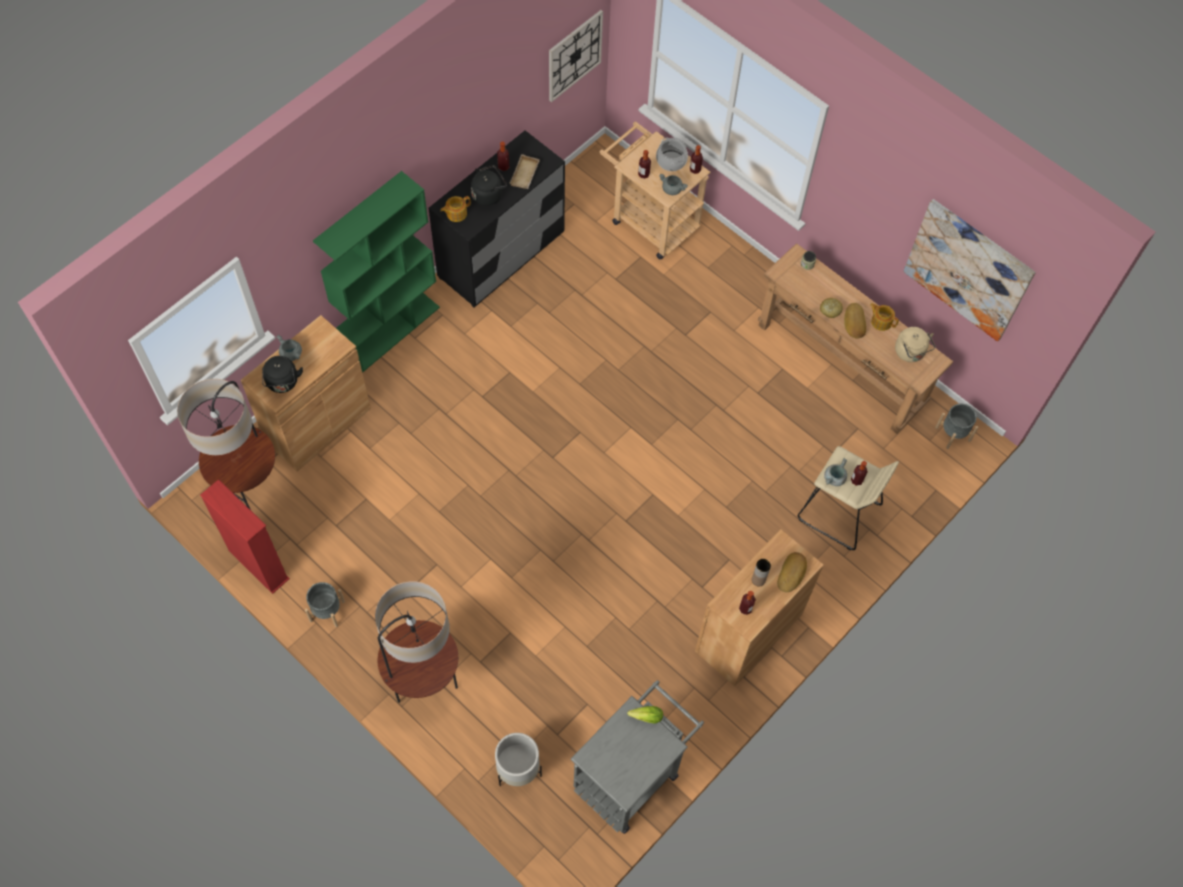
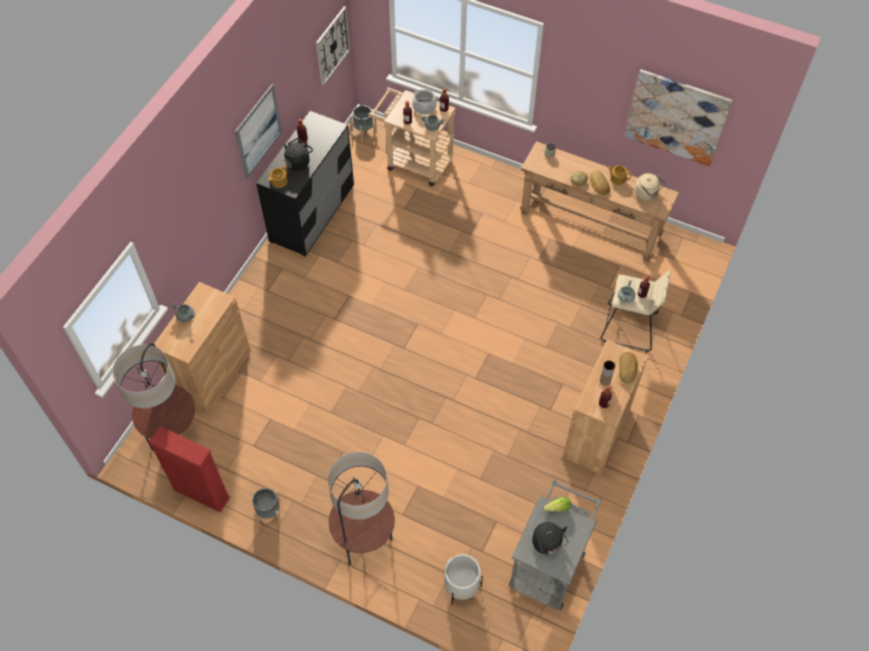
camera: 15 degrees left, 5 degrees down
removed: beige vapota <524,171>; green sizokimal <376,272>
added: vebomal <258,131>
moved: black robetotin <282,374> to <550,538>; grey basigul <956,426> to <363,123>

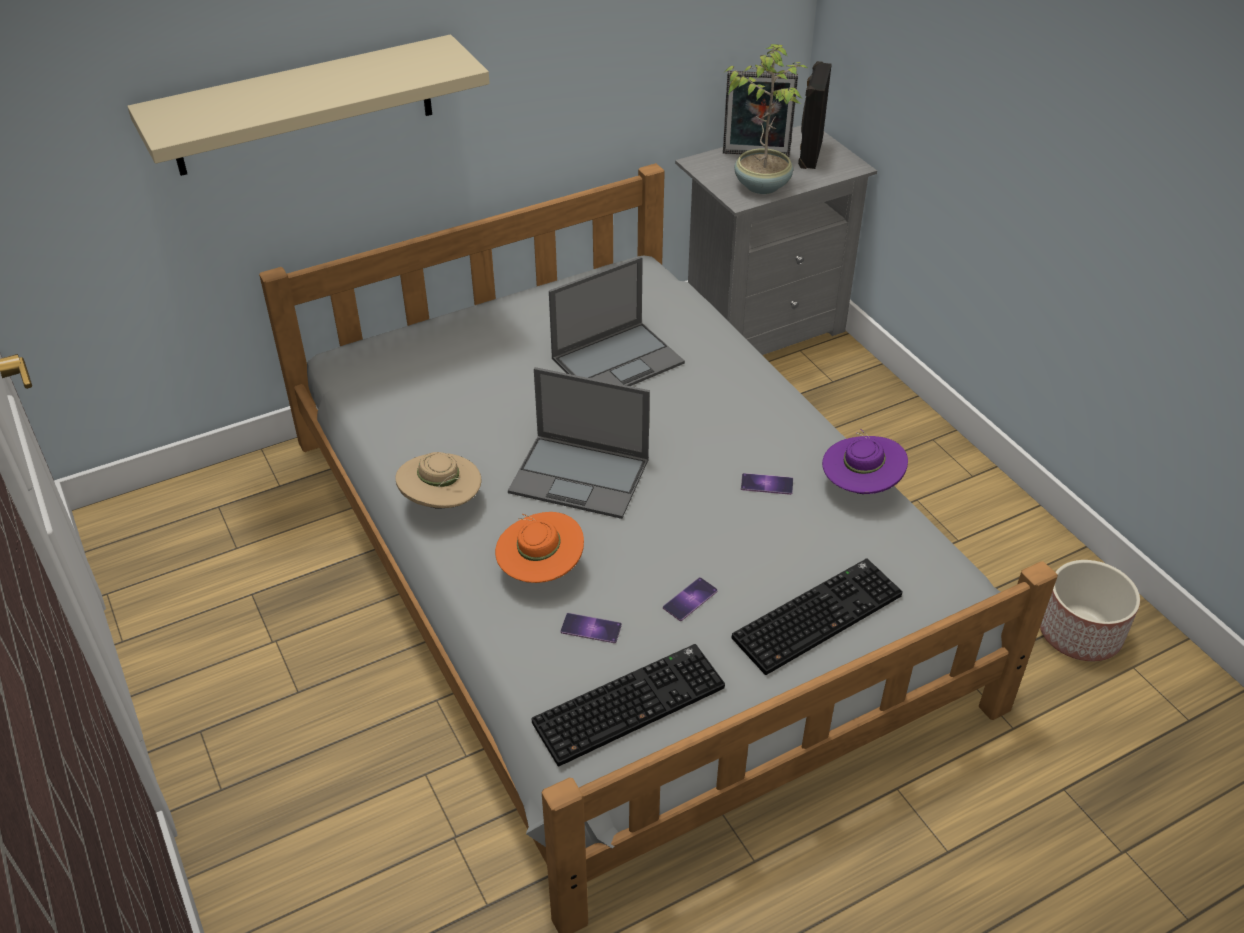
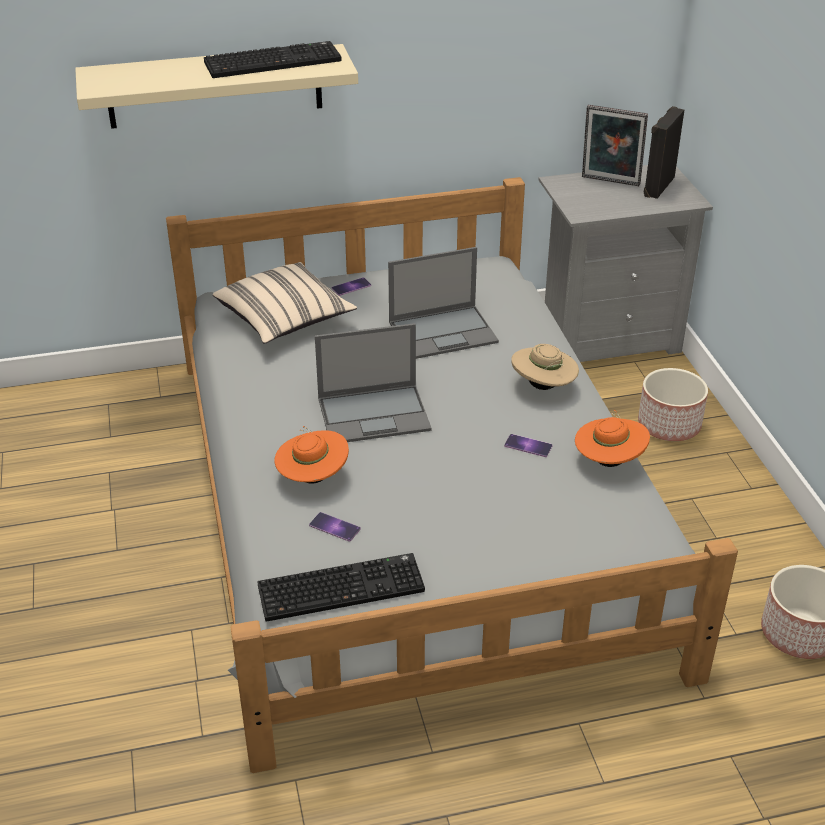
camera: 15 degrees right, 5 degrees down
removed: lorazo <766,119>
added: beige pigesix <285,302>; basigul <673,404>
moved: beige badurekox <438,480> to <545,367>; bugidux <817,616> to <272,59>; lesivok <690,599> to <351,286>
recoloured: purple badurekox <865,461> to orange badurekox <612,438>
turned: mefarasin <579,443> = <373,382> 45 degrees counterclockwise

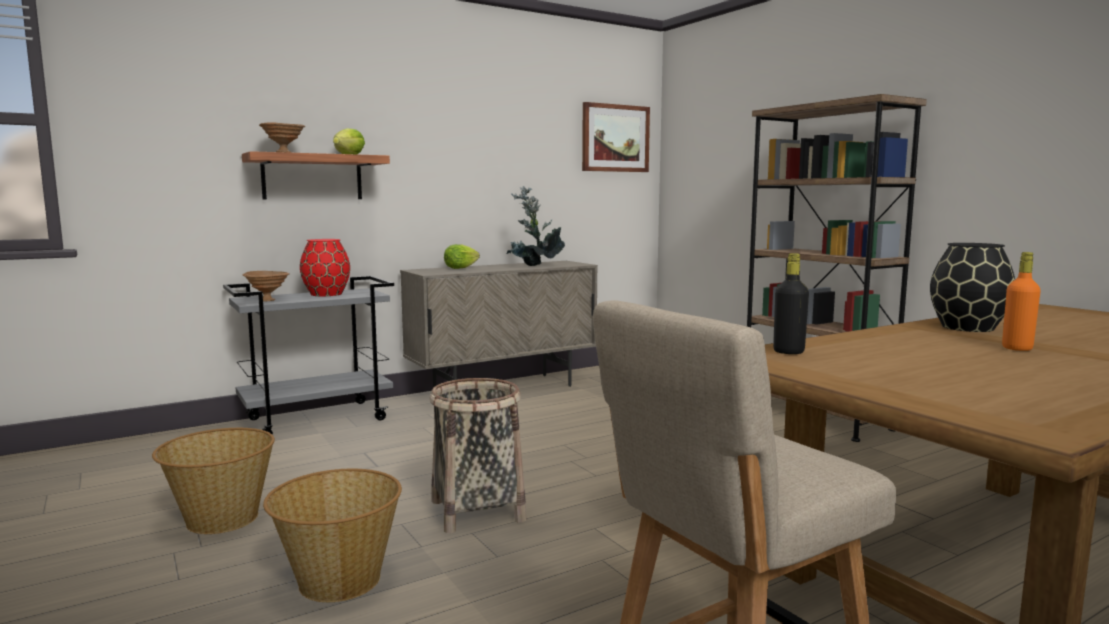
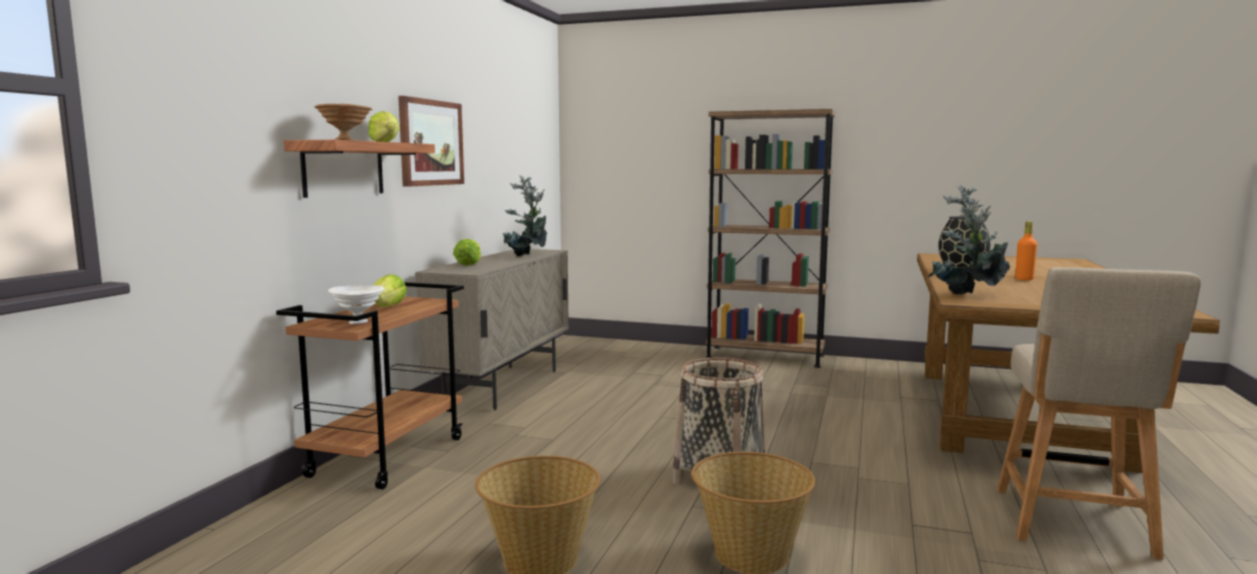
camera: 40 degrees left, 0 degrees up
moved: vebomal <616,137> to <431,141>
replaced: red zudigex <325,267> to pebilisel <390,290>; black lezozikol <791,303> to lorazo <968,239>
recoloured: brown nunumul <266,286> to white nunumul <356,304>; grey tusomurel <308,355> to brown tusomurel <370,385>

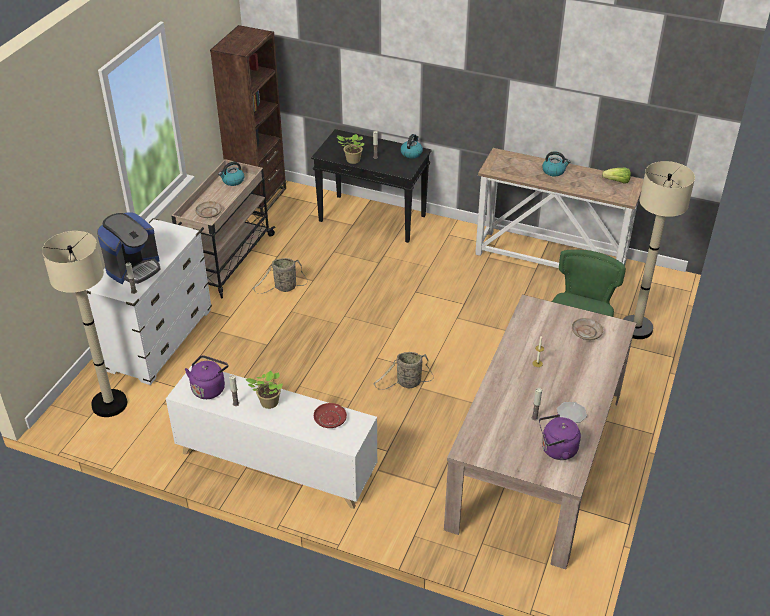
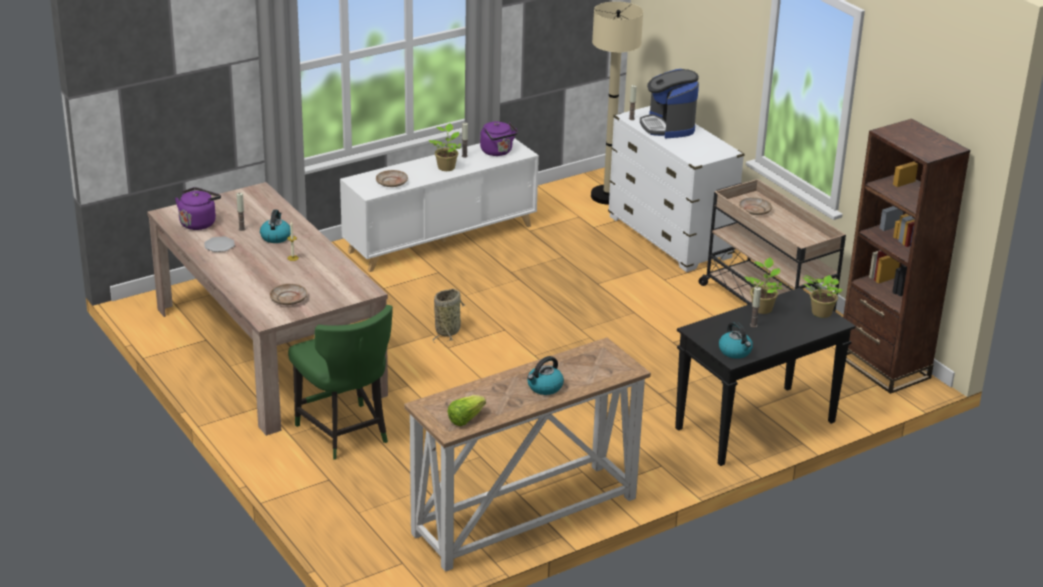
camera: 125 degrees right, 10 degrees down
removed: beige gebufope <659,250>; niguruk <280,276>
added: lorazo <823,296>
moved: robetotin <231,174> to <275,226>
recoloured: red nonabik <330,415> to beige nonabik <392,178>

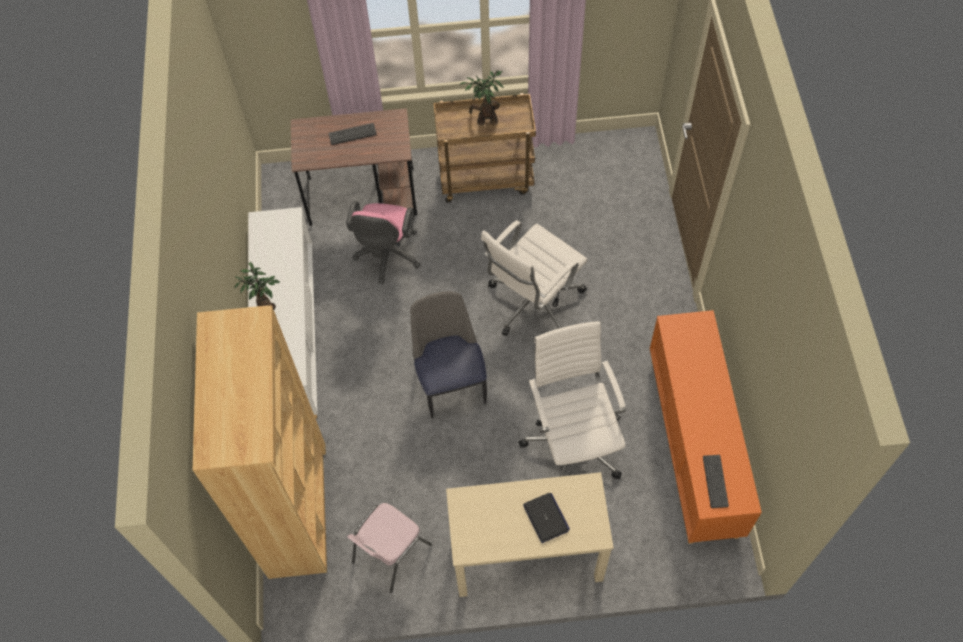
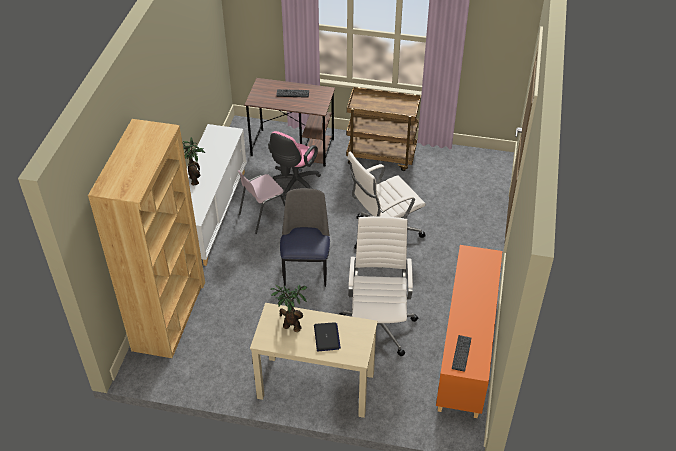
camera: 15 degrees right, 15 degrees down
moved: lorazo <481,98> to <289,308>; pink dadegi <389,548> to <261,202>

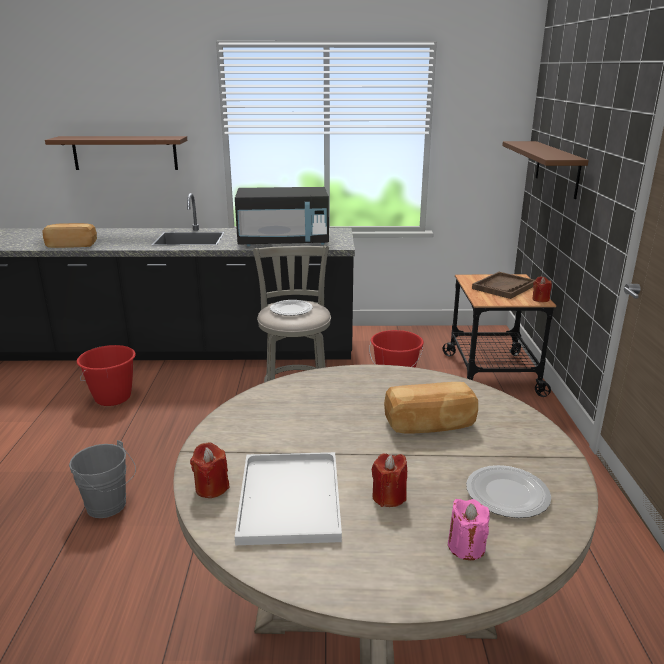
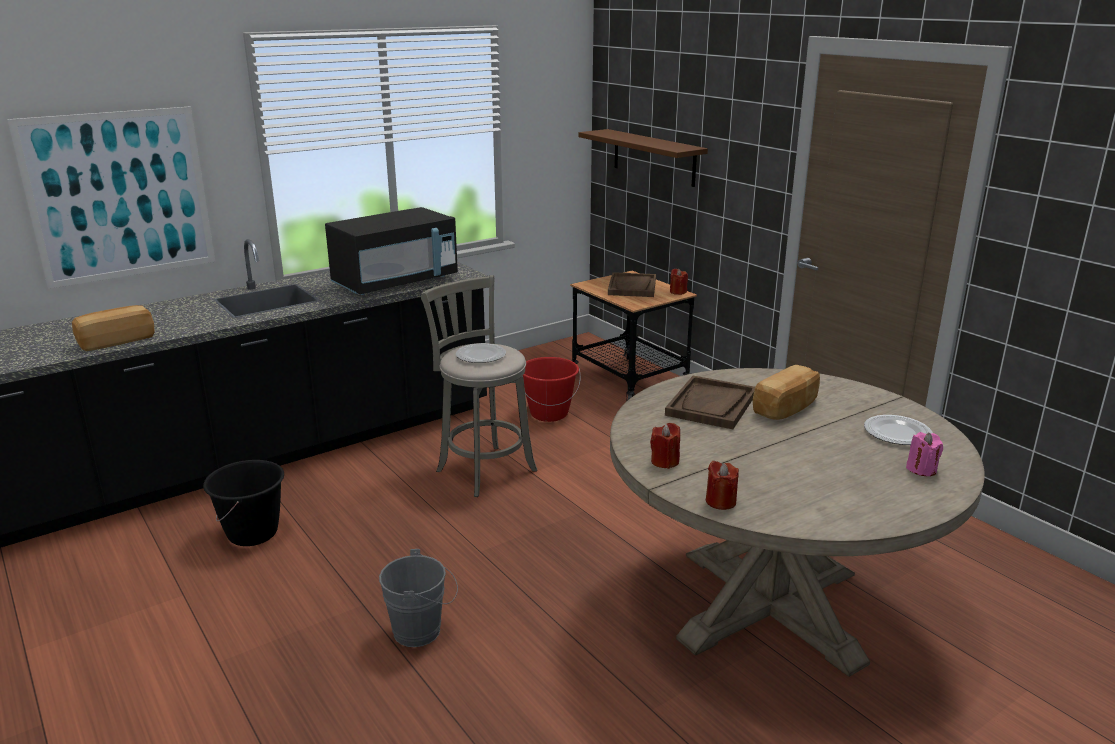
camera: 35 degrees left, 0 degrees up
removed: white vapota <288,498>
added: brown vapota <710,402>
moved: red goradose <389,480> to <665,446>
replaced: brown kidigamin <116,153> to vebomal <111,198>
recoloured: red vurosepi <106,375> to black vurosepi <243,503>

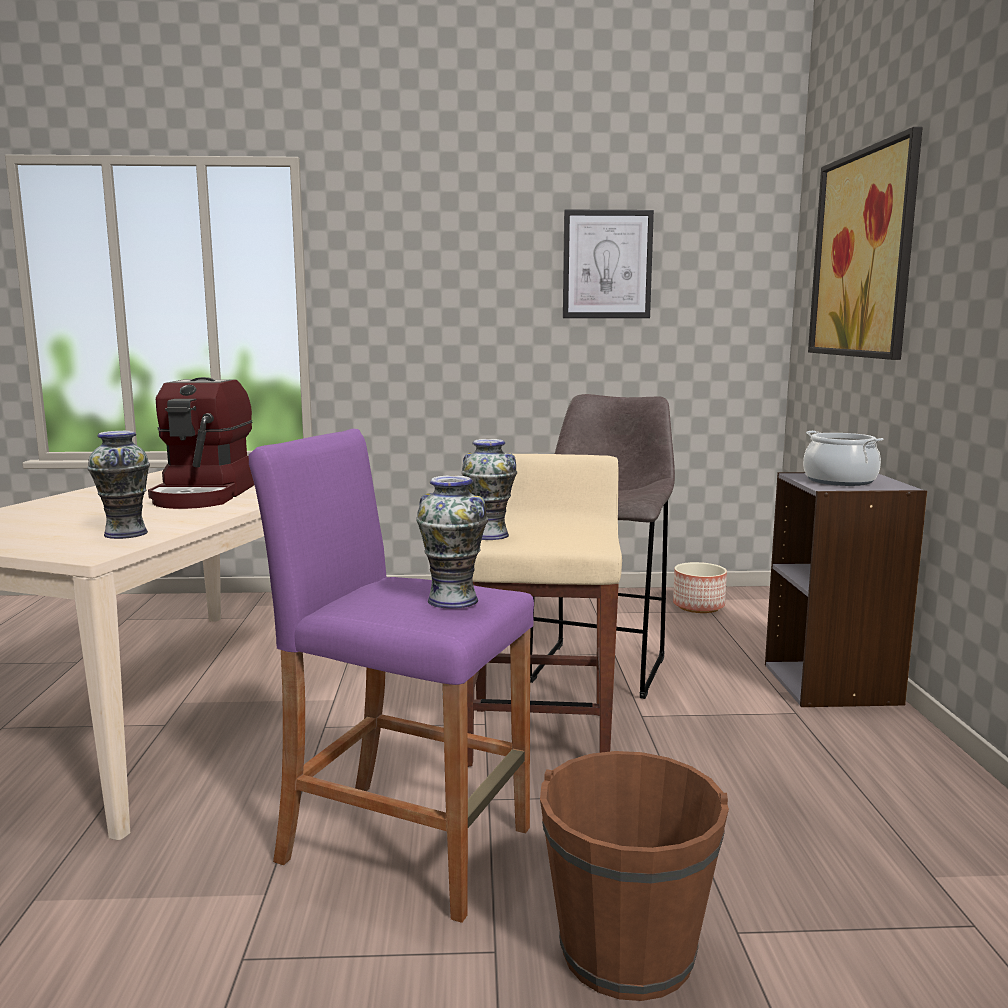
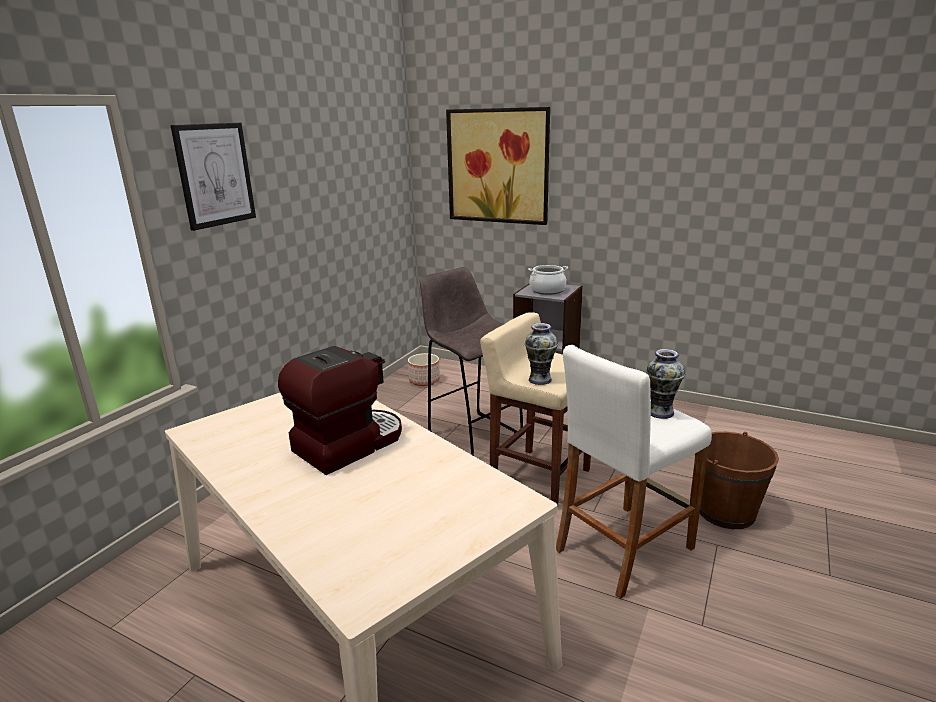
camera: 60 degrees left, 10 degrees up
removed: zudigex <118,485>
moved: vebomal <608,263> to <213,177>
recoloured: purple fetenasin <391,676> to white fetenasin <634,472>
turned: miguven <201,443> = <340,410> 75 degrees counterclockwise

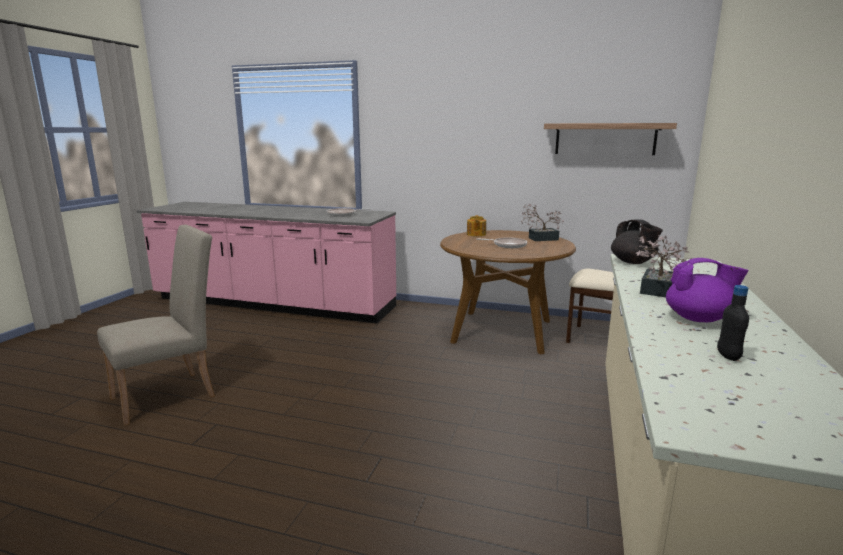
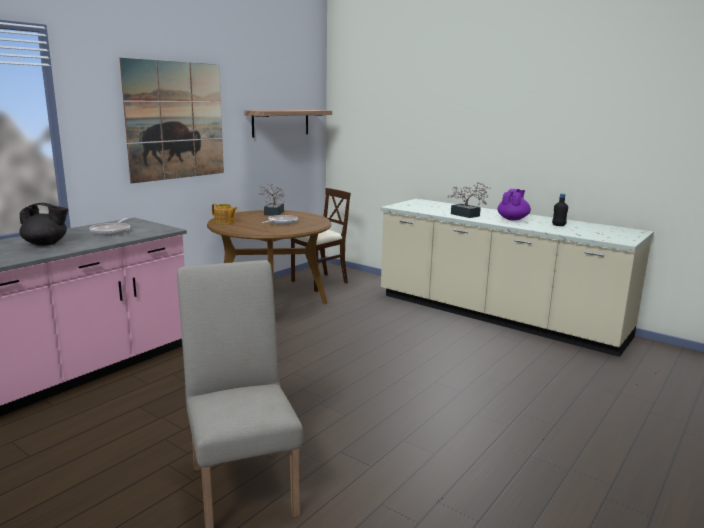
camera: 70 degrees left, 0 degrees up
added: vebomal <171,121>
moved: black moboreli <637,241> to <44,224>

